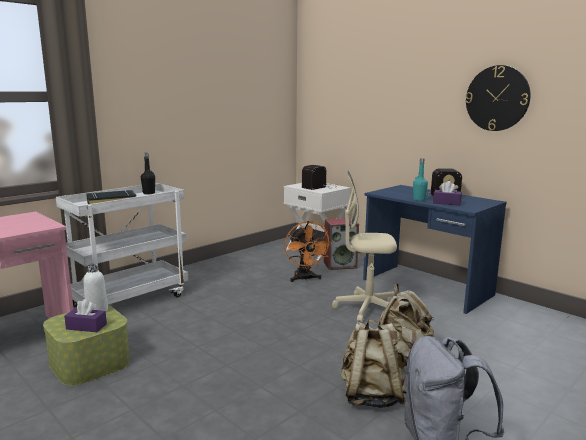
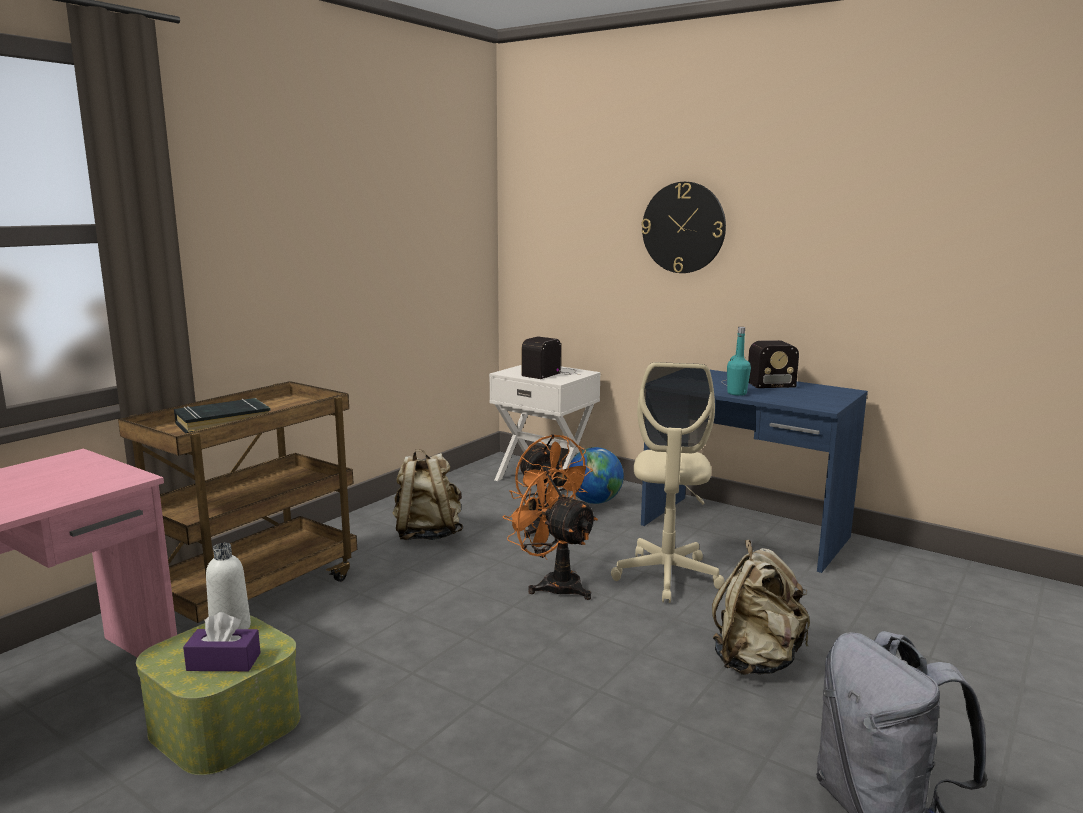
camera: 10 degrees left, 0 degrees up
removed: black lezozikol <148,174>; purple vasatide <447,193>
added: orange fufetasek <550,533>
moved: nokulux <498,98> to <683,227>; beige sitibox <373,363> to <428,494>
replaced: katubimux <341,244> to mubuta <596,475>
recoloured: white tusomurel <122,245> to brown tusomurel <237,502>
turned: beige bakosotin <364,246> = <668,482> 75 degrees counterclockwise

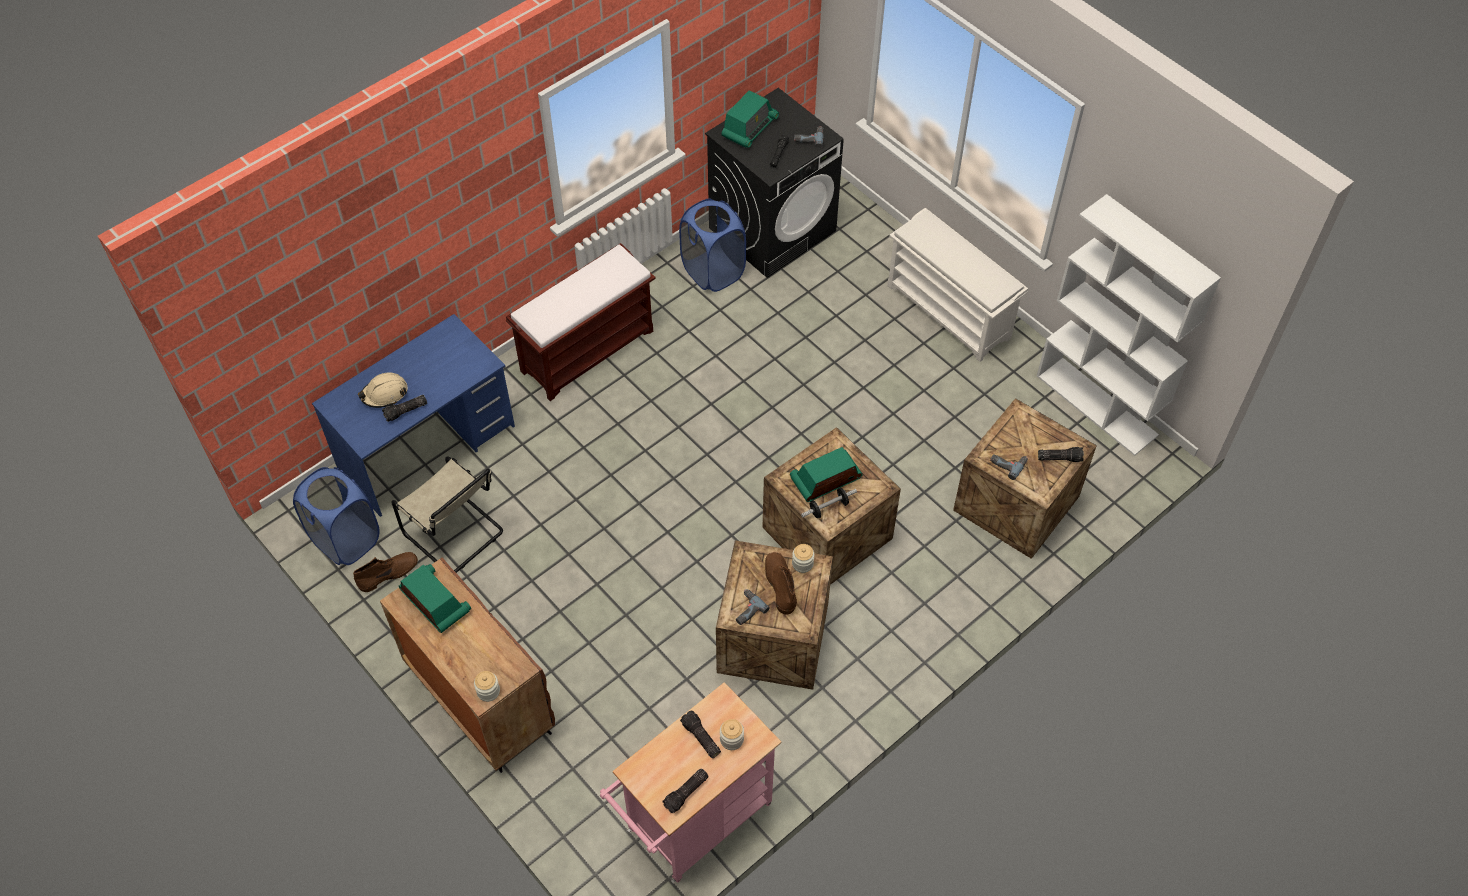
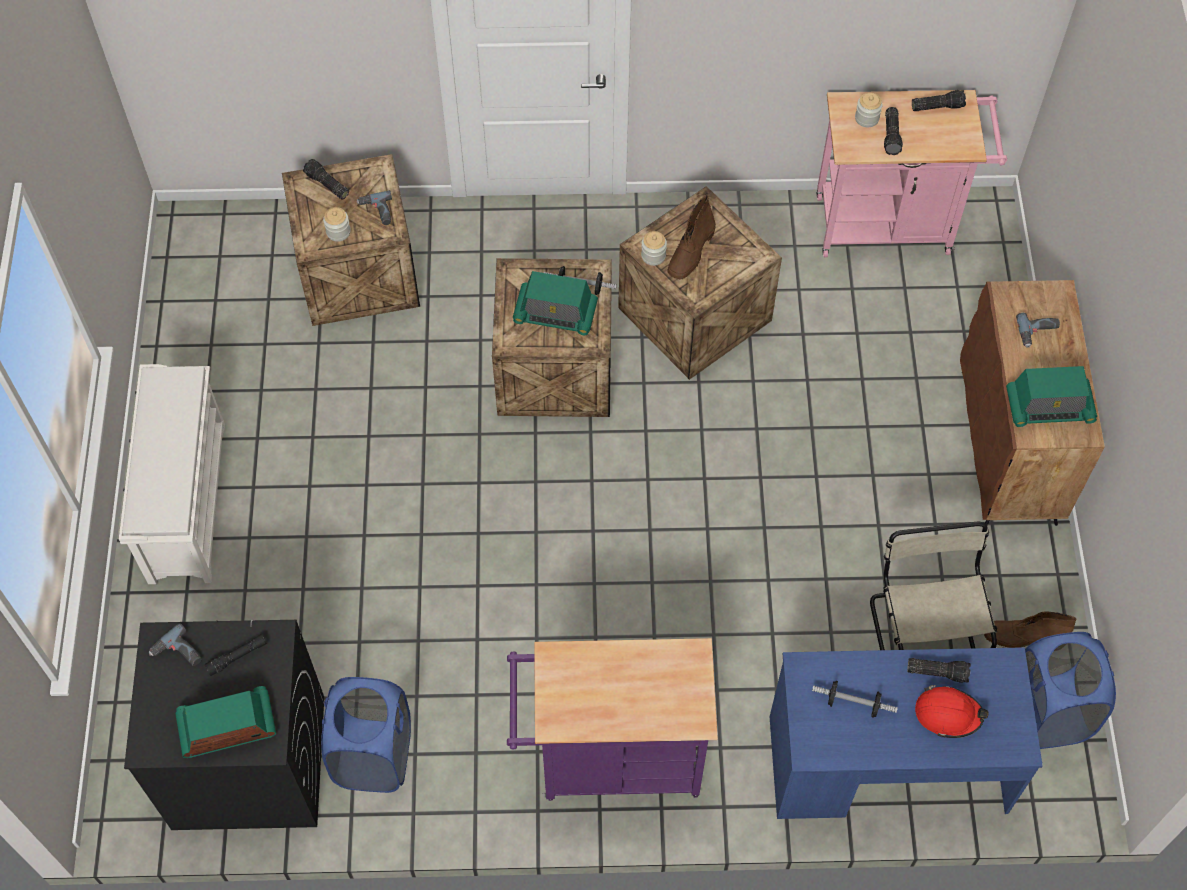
camera: 140 degrees left, 5 degrees up
removed: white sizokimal <1129,325>
added: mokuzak <855,699>
moved: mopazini <753,607> to <1038,330>; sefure <487,686> to <337,224>
replaced: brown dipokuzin <581,322> to purple tusomurel <612,719>
recoloured: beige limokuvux <383,390> to red limokuvux <952,711>
turned: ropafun <435,598> = <1051,396> 90 degrees counterclockwise

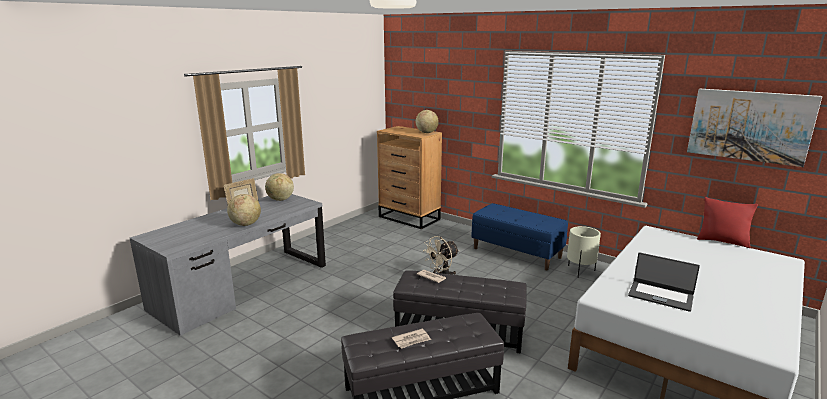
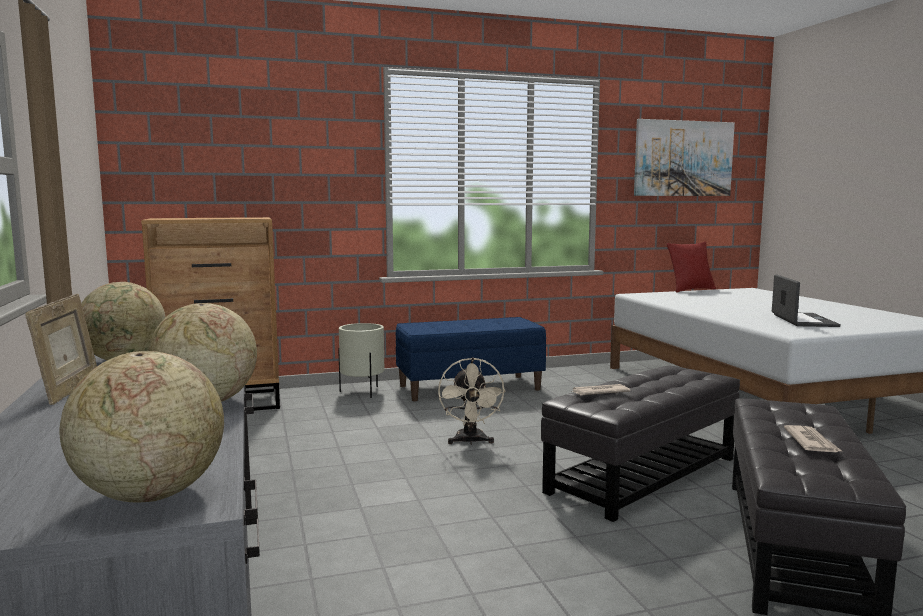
camera: 55 degrees left, 10 degrees down
moved: mubuta <427,121> to <142,426>; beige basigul <584,251> to <361,360>
turned: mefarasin <664,282> = <806,300> 60 degrees counterclockwise

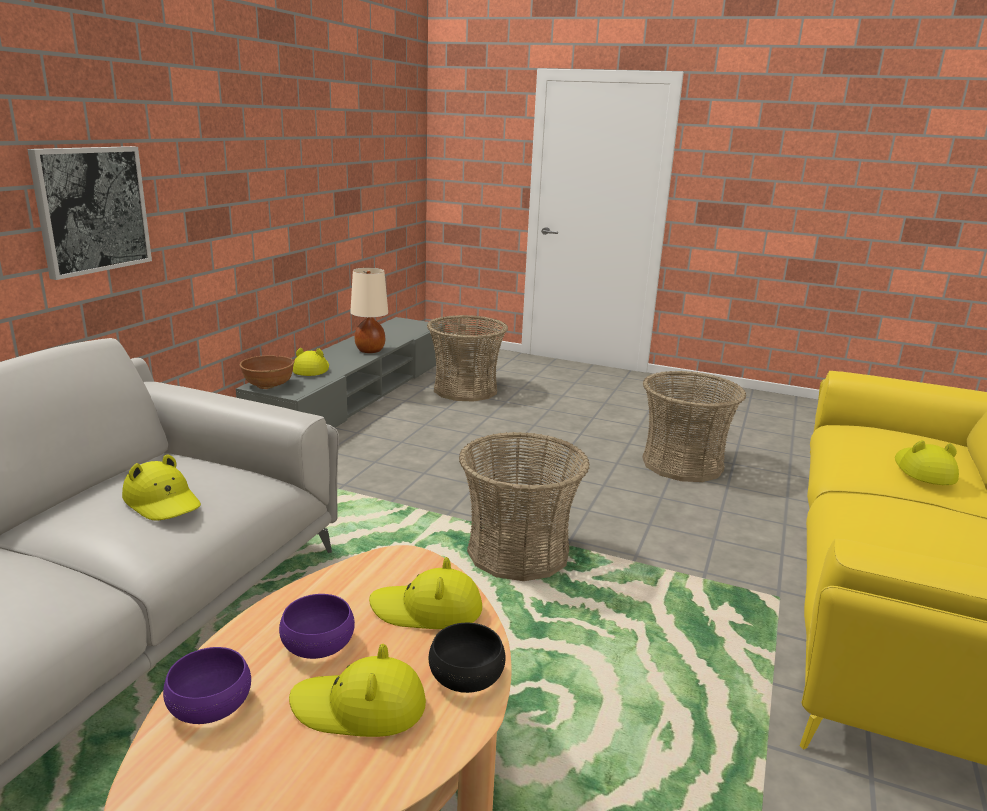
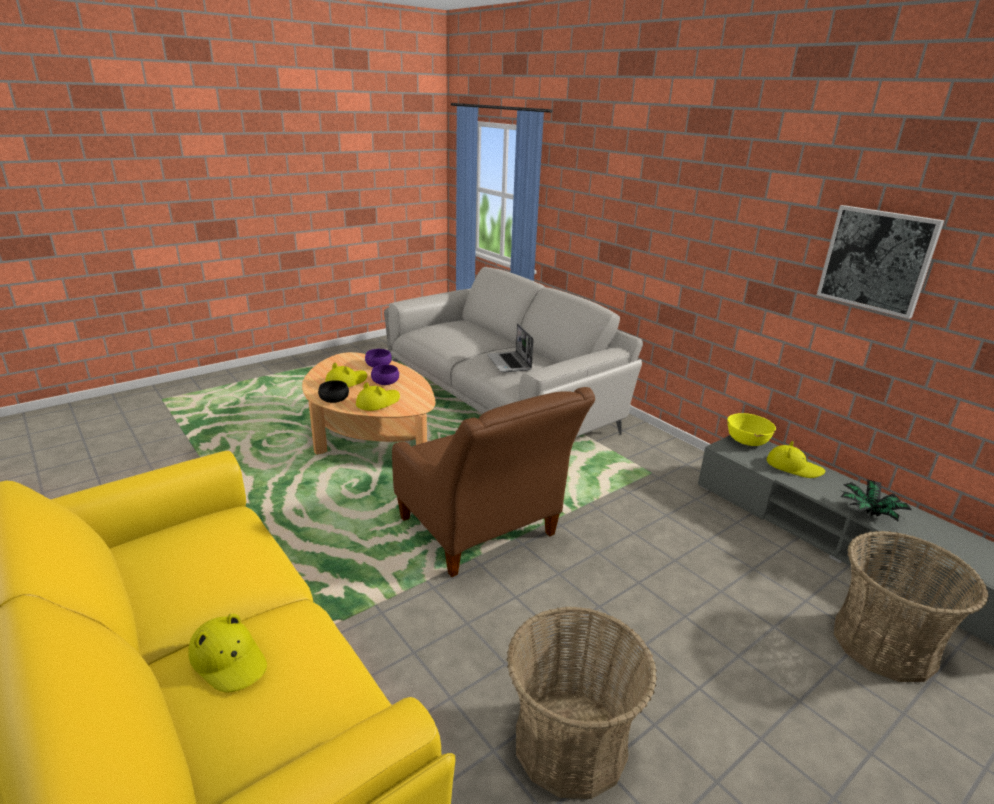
camera: 120 degrees right, 5 degrees up
moved: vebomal <89,213> to <880,262>
replaced: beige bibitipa <369,310> to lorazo <875,500>; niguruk <524,506> to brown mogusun <493,482>; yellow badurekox <161,488> to mefarasin <510,348>
recoloured: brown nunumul <267,372> to yellow nunumul <751,429>

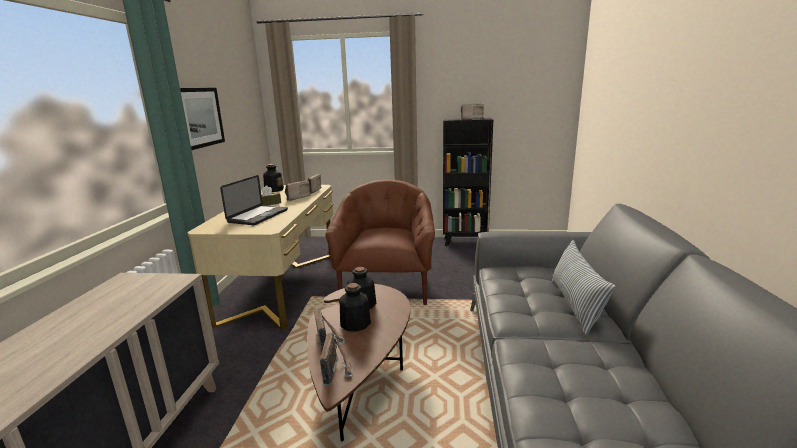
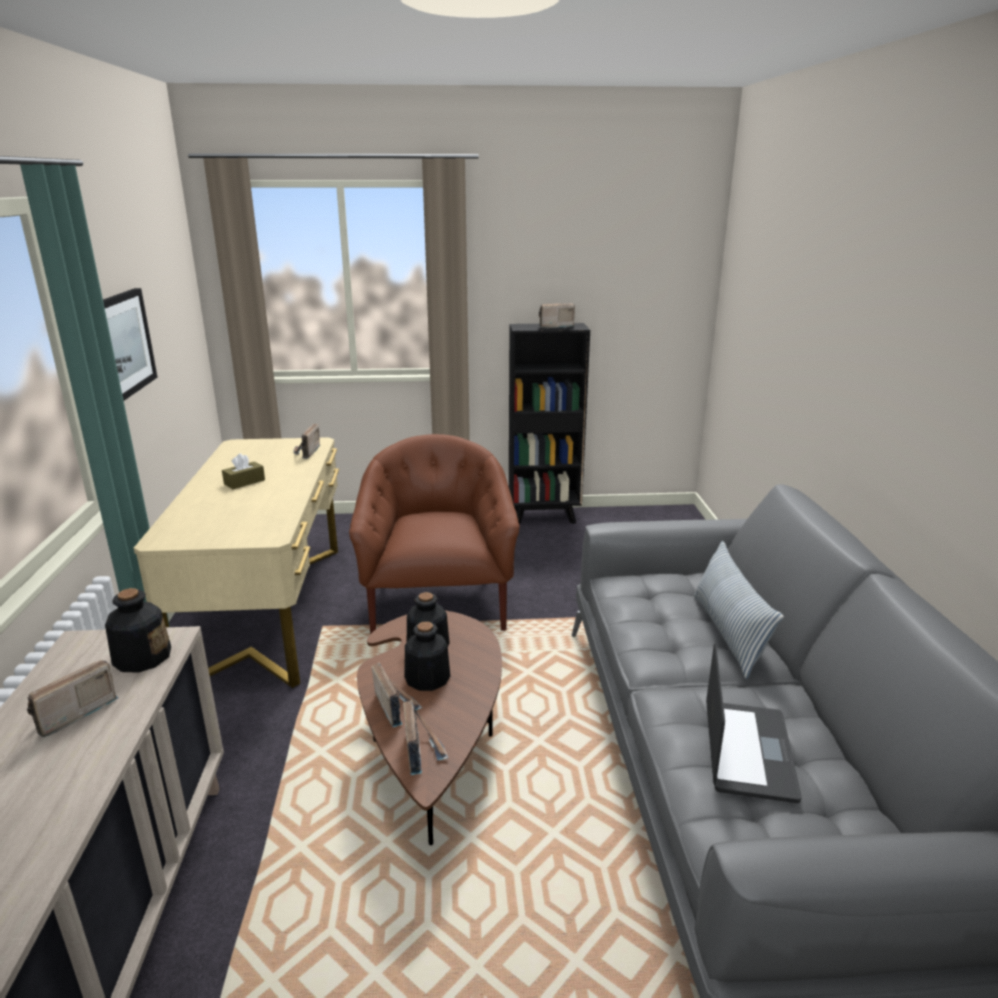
camera: 10 degrees left, 5 degrees up
moved: lezozikol <273,178> to <138,630>; mefarasin <254,200> to <754,722>; ropafun <298,190> to <73,699>

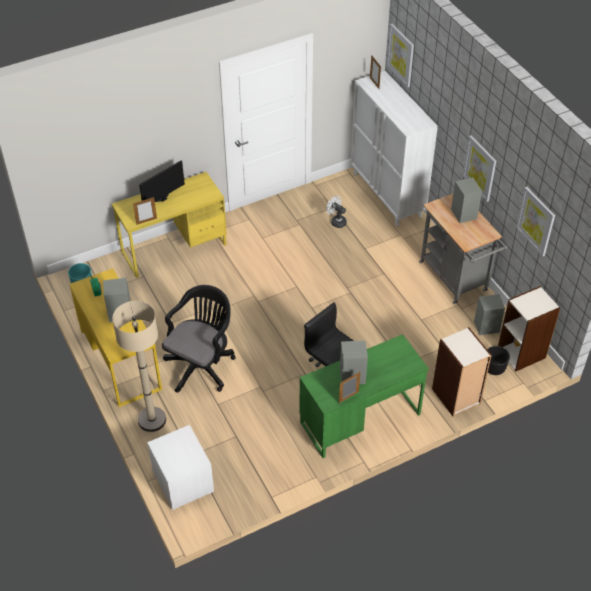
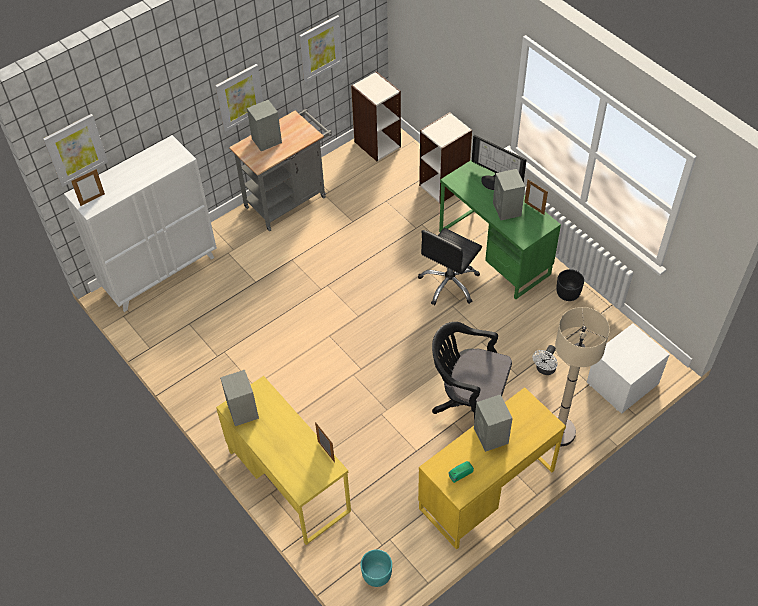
camera: 100 degrees left, 5 degrees up
moved: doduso <162,181> to <499,162>; white fufetasek <336,212> to <545,360>; grey katubimux <489,314> to <239,398>; black basigul <498,360> to <570,285>

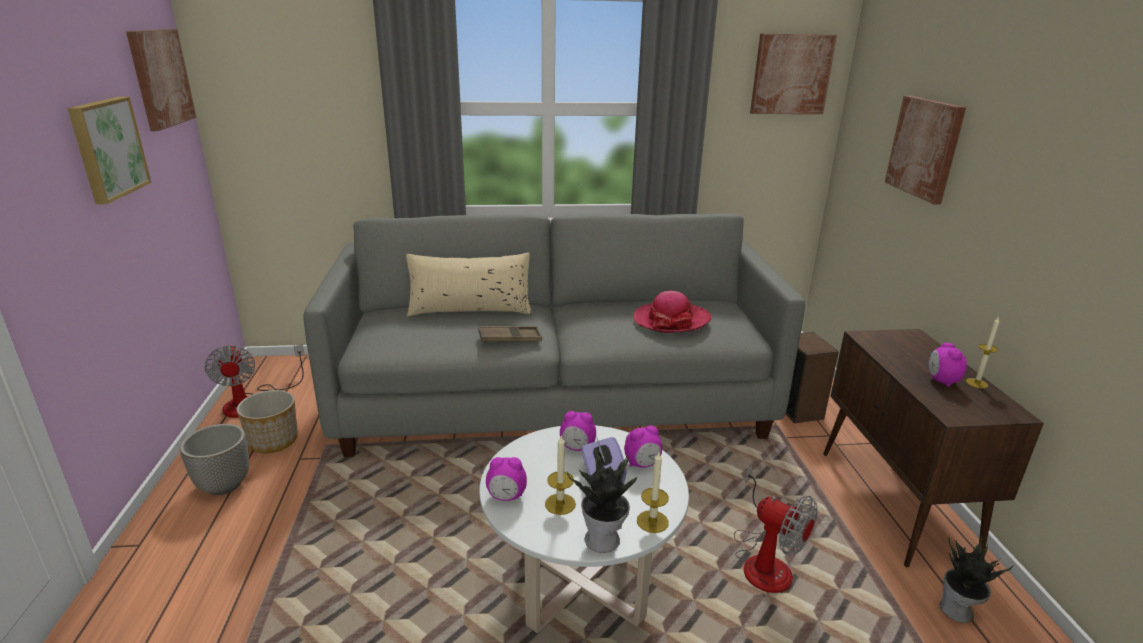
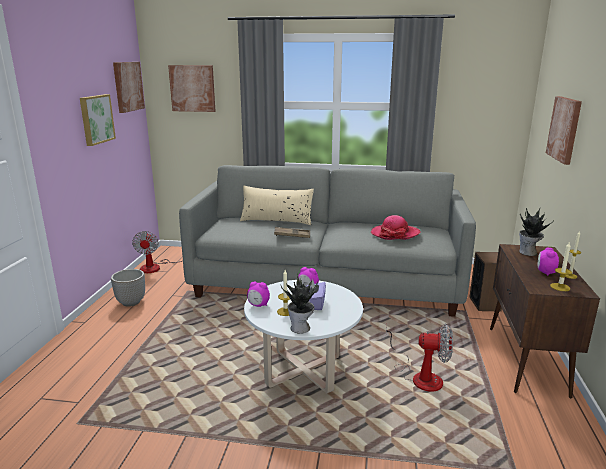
camera: 15 degrees right, 5 degrees down
removed: basigul <267,421>; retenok <643,446>
moved: vebomal <793,73> to <192,88>; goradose <653,492> to <561,267>; lorazo <976,579> to <537,232>
turned: fufetasek <776,529> = <419,358> 45 degrees counterclockwise

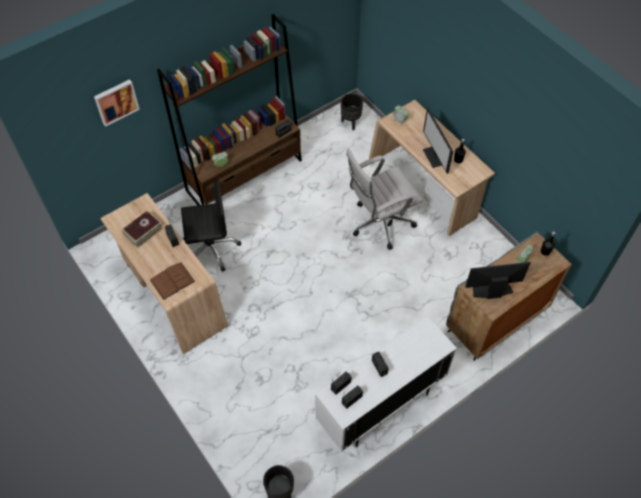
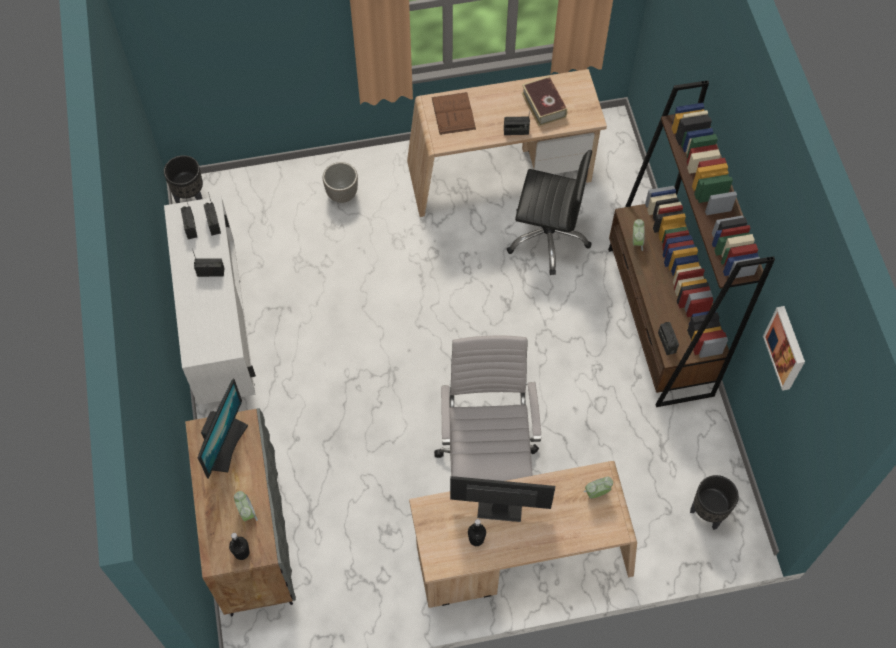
camera: 115 degrees right, 5 degrees up
added: basigul <340,182>
moved: vebomal <117,103> to <784,348>
turned: black bakosotin <211,226> = <549,212> 90 degrees counterclockwise

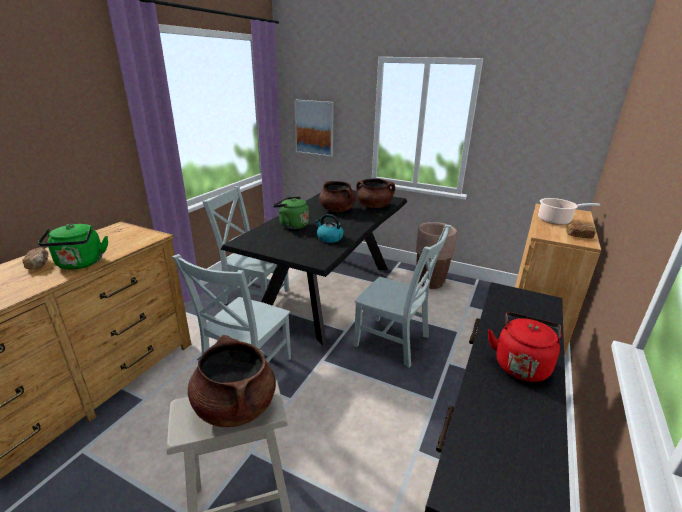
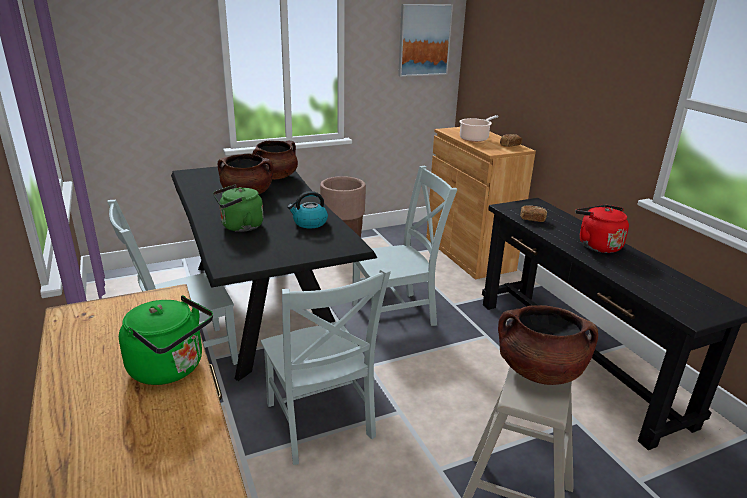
camera: 50 degrees left, 0 degrees up
moved: vebomal <314,128> to <425,40>; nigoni <36,258> to <533,213>

